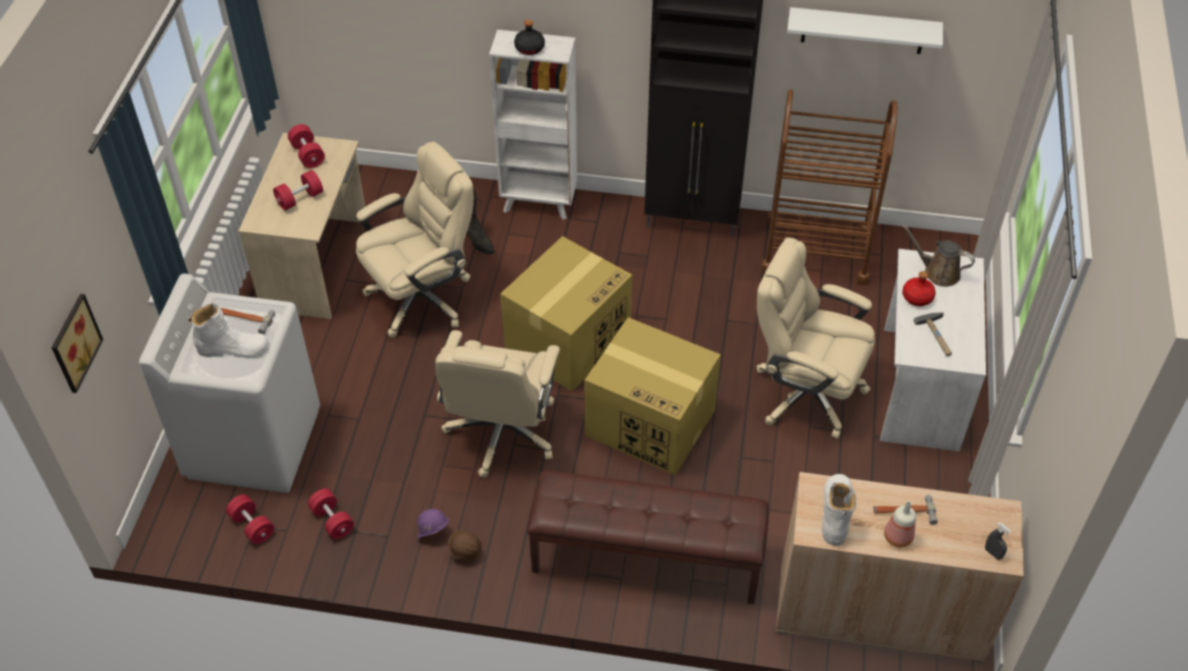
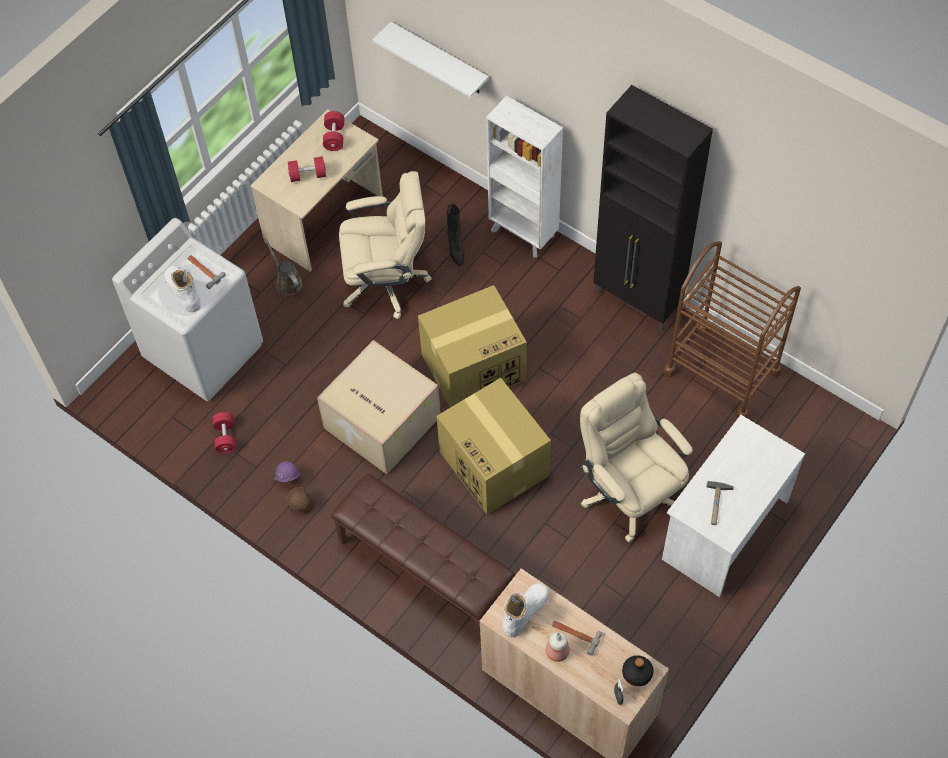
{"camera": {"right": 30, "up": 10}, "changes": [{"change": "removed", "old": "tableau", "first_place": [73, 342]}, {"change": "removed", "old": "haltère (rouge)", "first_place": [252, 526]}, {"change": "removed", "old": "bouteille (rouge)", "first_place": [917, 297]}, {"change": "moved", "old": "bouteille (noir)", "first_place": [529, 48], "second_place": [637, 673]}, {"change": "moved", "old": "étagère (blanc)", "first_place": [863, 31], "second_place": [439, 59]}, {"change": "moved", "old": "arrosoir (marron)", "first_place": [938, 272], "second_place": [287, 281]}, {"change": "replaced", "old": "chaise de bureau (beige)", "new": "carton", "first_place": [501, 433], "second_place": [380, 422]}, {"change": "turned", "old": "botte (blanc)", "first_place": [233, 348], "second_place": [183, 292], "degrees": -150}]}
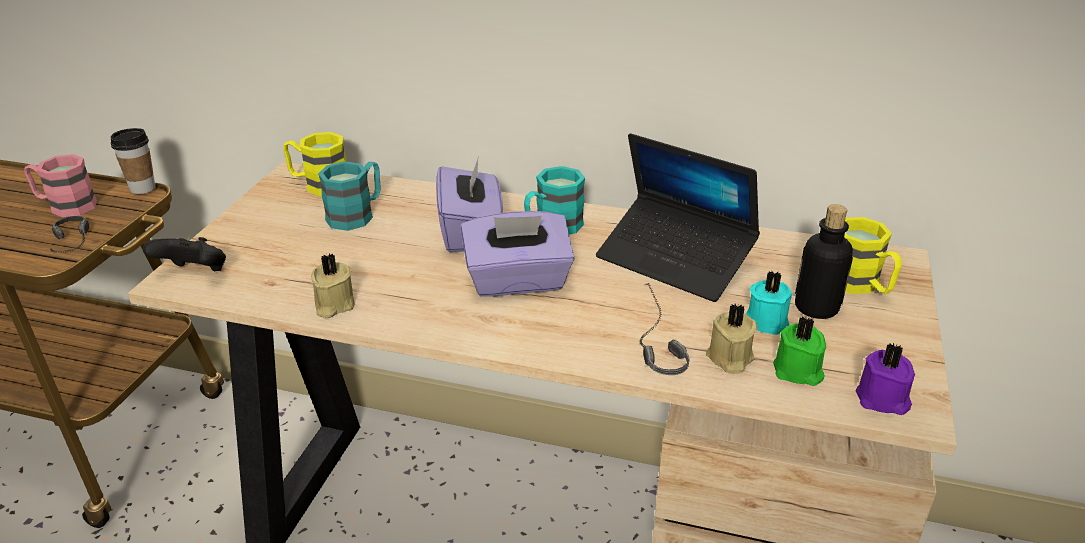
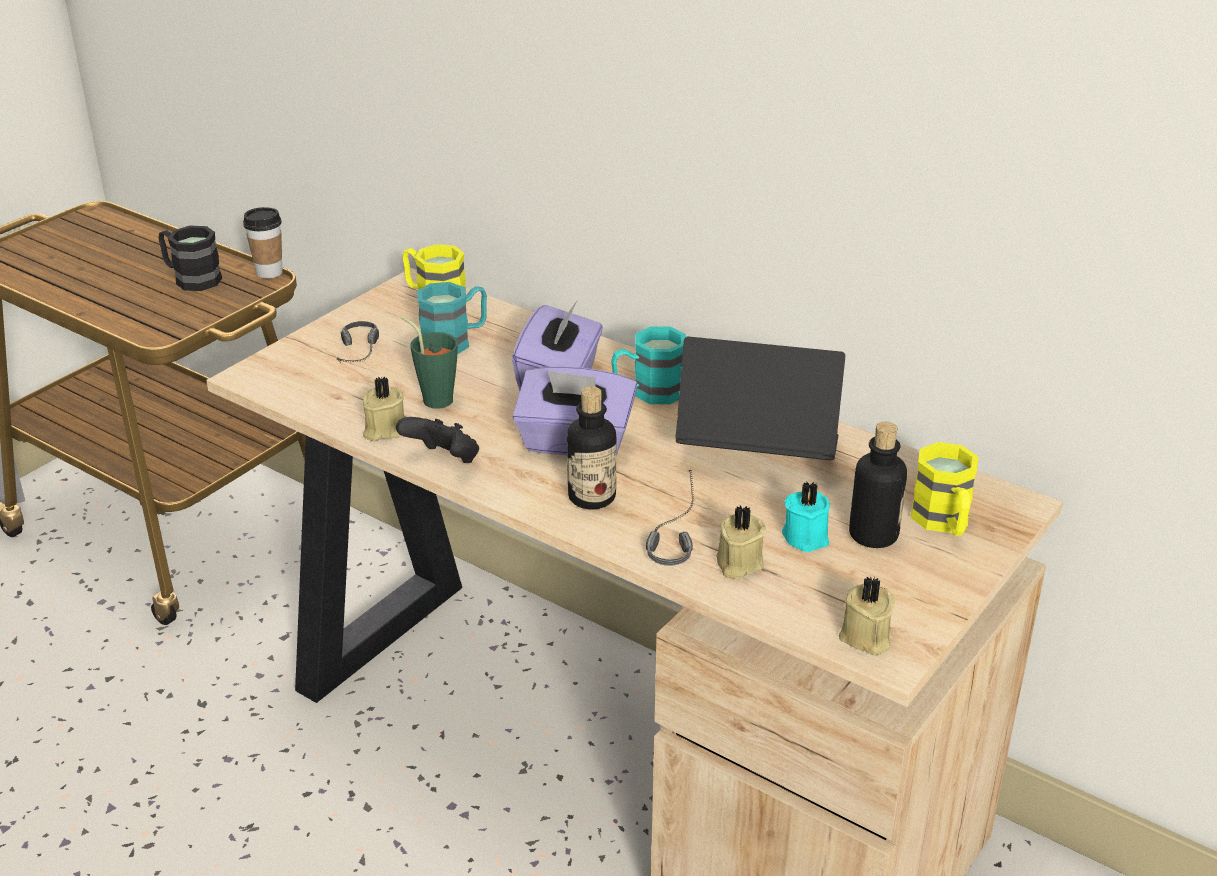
{"camera": {"right": 20, "up": 0}, "changes": [{"change": "removed", "old": "bougie (vert)", "first_place": [798, 372]}, {"change": "added", "new": "tasse (vert)", "second_place": [433, 397]}, {"change": "added", "new": "bouteille", "second_place": [592, 497]}, {"change": "moved", "old": "casque audio", "first_place": [73, 245], "second_place": [359, 356]}, {"change": "moved", "old": "manette (noir)", "first_place": [194, 274], "second_place": [443, 461]}, {"change": "recoloured", "old": "mug (rose)", "new": "mug (noir)", "first_place": [65, 206], "second_place": [191, 278]}, {"change": "recoloured", "old": "bougie (violet)", "new": "bougie (beige)", "first_place": [882, 400], "second_place": [866, 638]}, {"change": "turned", "old": "ordinateur portable", "first_place": [675, 260], "second_place": [757, 454], "degrees": 135}]}
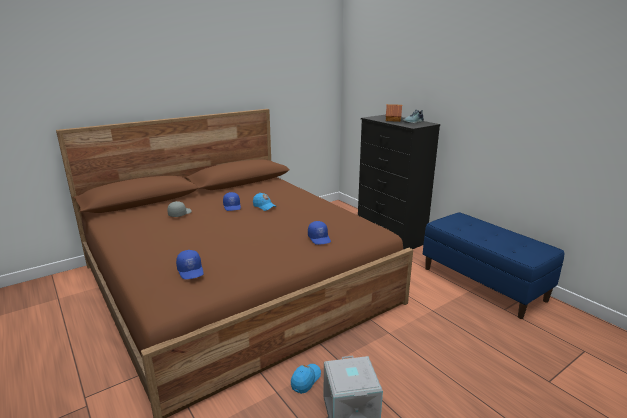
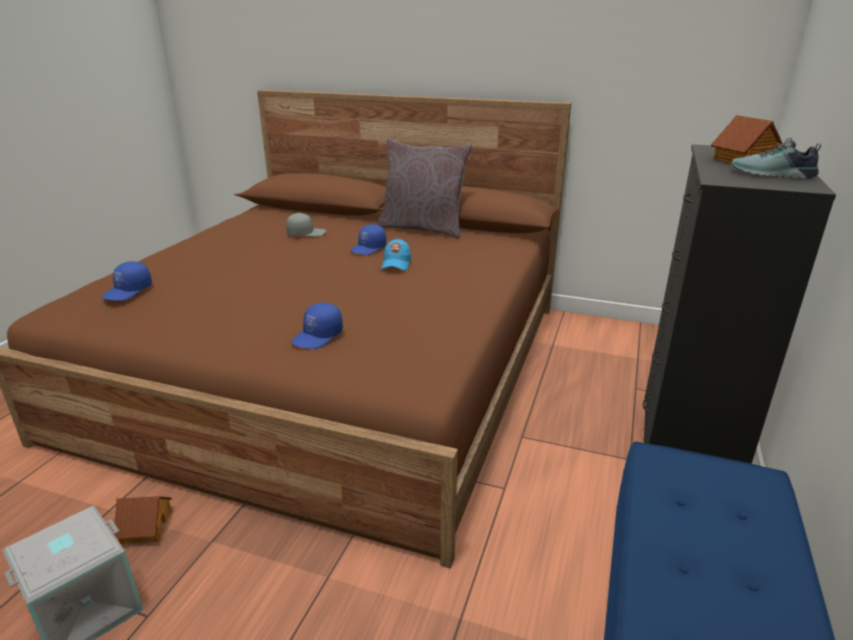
{"camera": {"right": 55, "up": 5}, "changes": [{"change": "added", "new": "coussin (gris)", "second_place": [422, 228]}, {"change": "replaced", "old": "casquette (bleu)", "new": "maison miniature", "first_place": [305, 380], "second_place": [145, 527]}]}
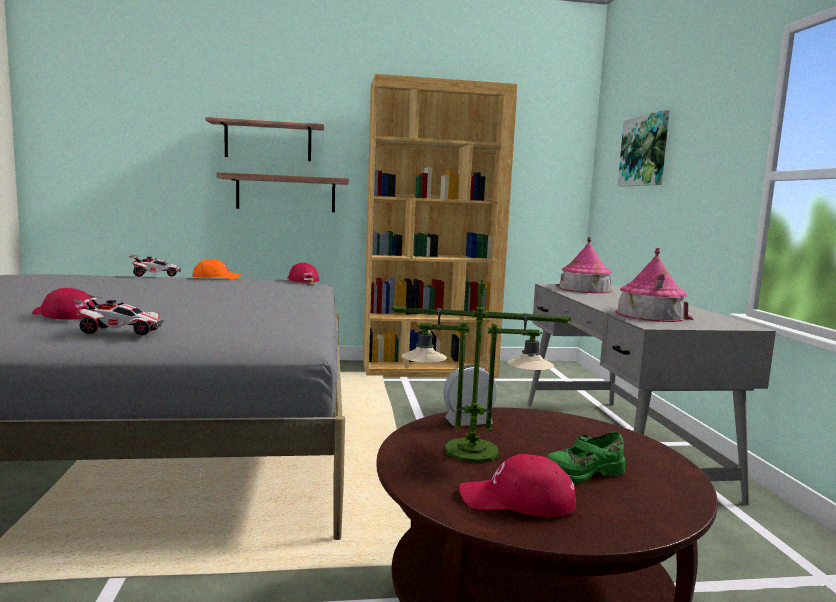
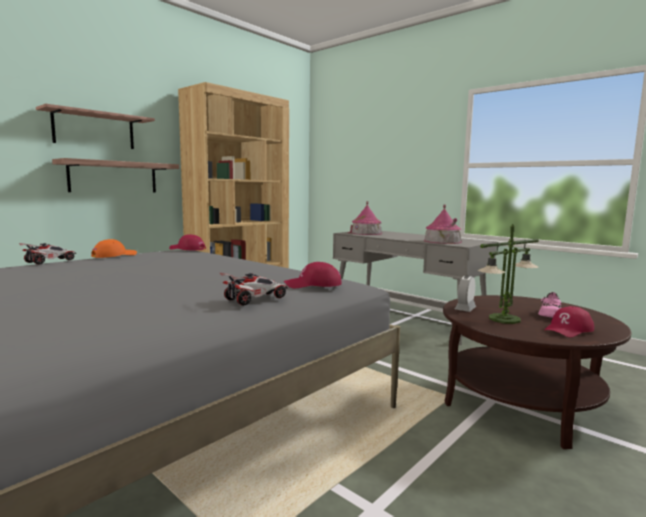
{"camera": {"right": -40, "up": 0}, "changes": [{"change": "removed", "old": "tableau", "first_place": [644, 151]}, {"change": "moved", "old": "casquette (rouge)", "first_place": [63, 315], "second_place": [313, 284]}, {"change": "recoloured", "old": "chaussure (vert)", "new": "chaussure (rose)", "first_place": [582, 472], "second_place": [550, 314]}]}
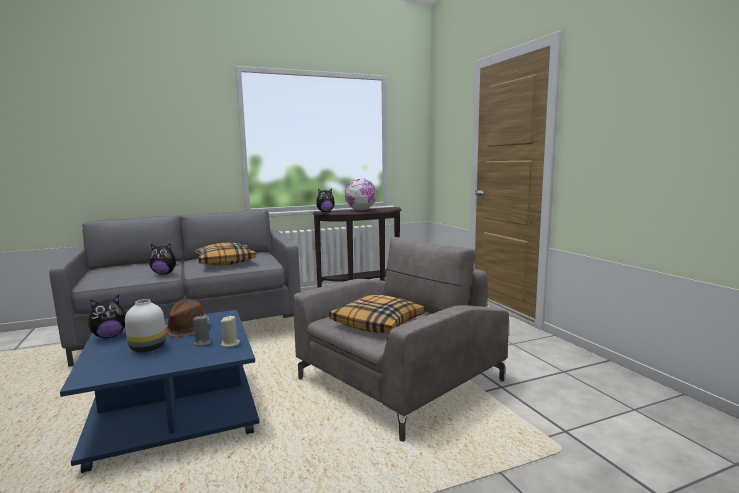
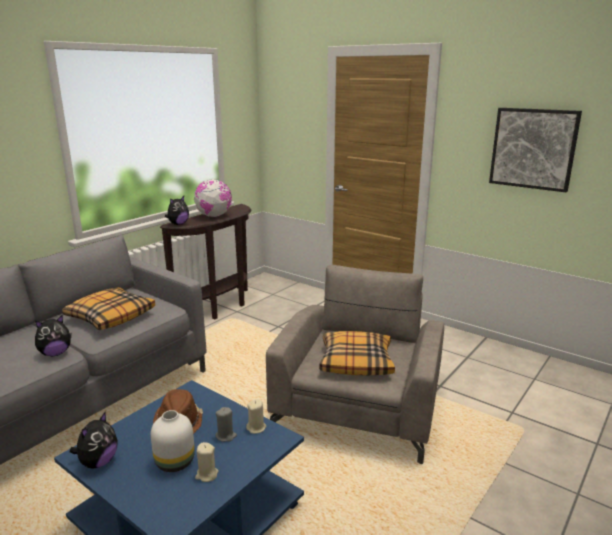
{"camera": {"right": -30, "up": 10}, "changes": [{"change": "added", "new": "bougie (beige)", "second_place": [206, 475]}, {"change": "added", "new": "tableau", "second_place": [533, 148]}]}
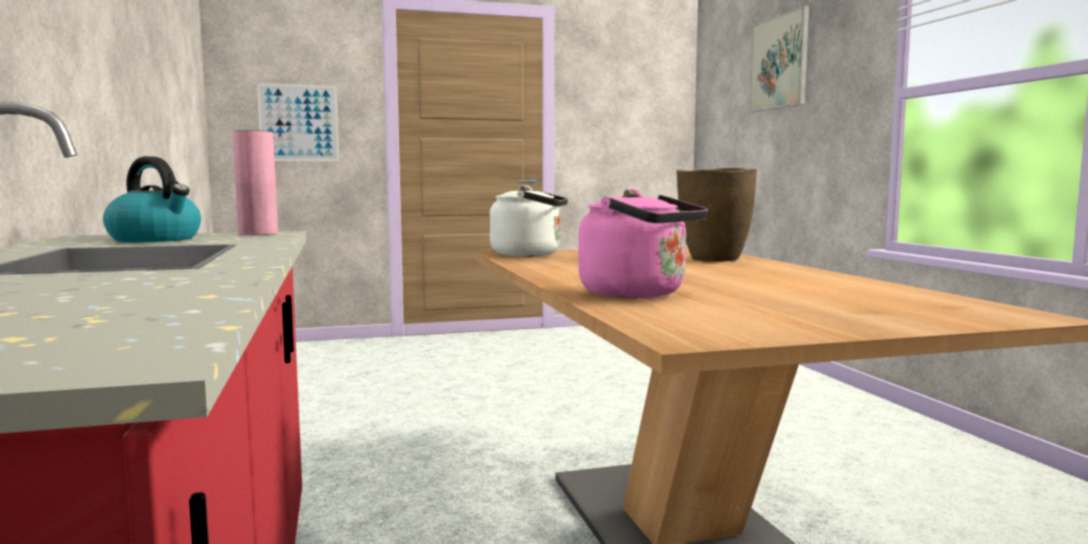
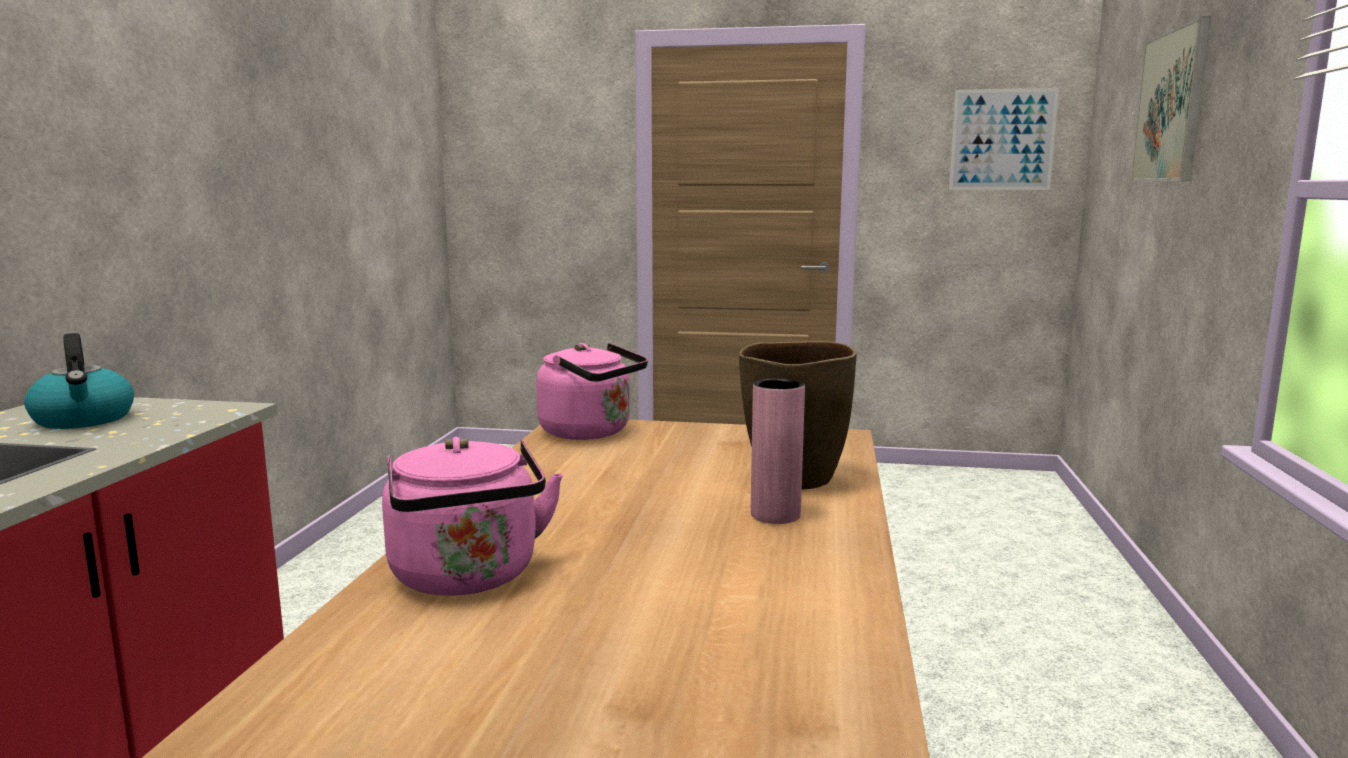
{"camera": {"right": 25, "up": 5}, "changes": [{"change": "moved", "old": "vase (rose)", "first_place": [258, 233], "second_place": [775, 515]}, {"change": "moved", "old": "tableau", "first_place": [299, 123], "second_place": [1002, 140]}, {"change": "recoloured", "old": "bouilloire (blanc)", "new": "bouilloire (rose)", "first_place": [530, 254], "second_place": [591, 432]}]}
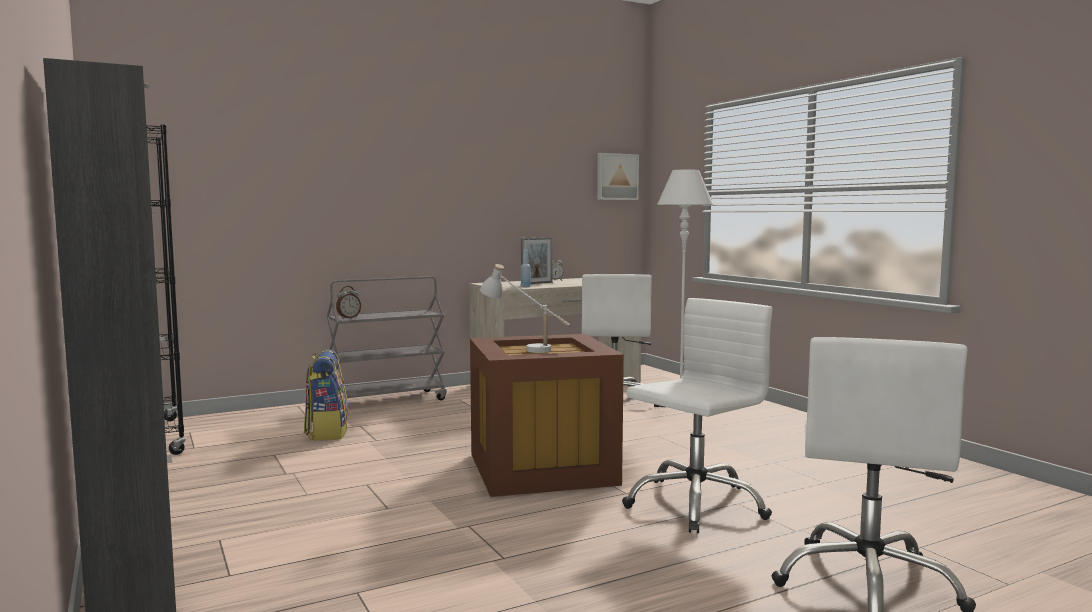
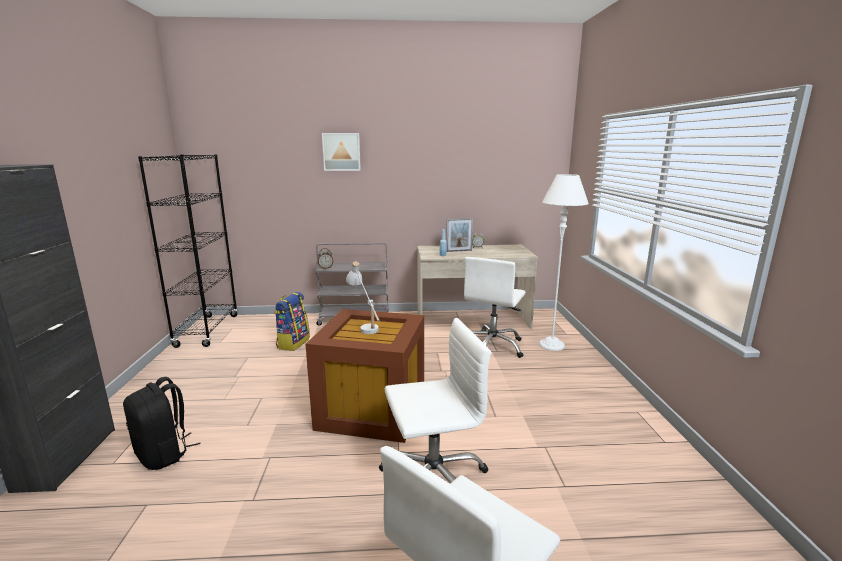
{"camera": {"right": 25, "up": 10}, "changes": [{"change": "added", "new": "sac à dos (noir)", "second_place": [164, 454]}, {"change": "moved", "old": "tableau", "first_place": [616, 177], "second_place": [341, 152]}]}
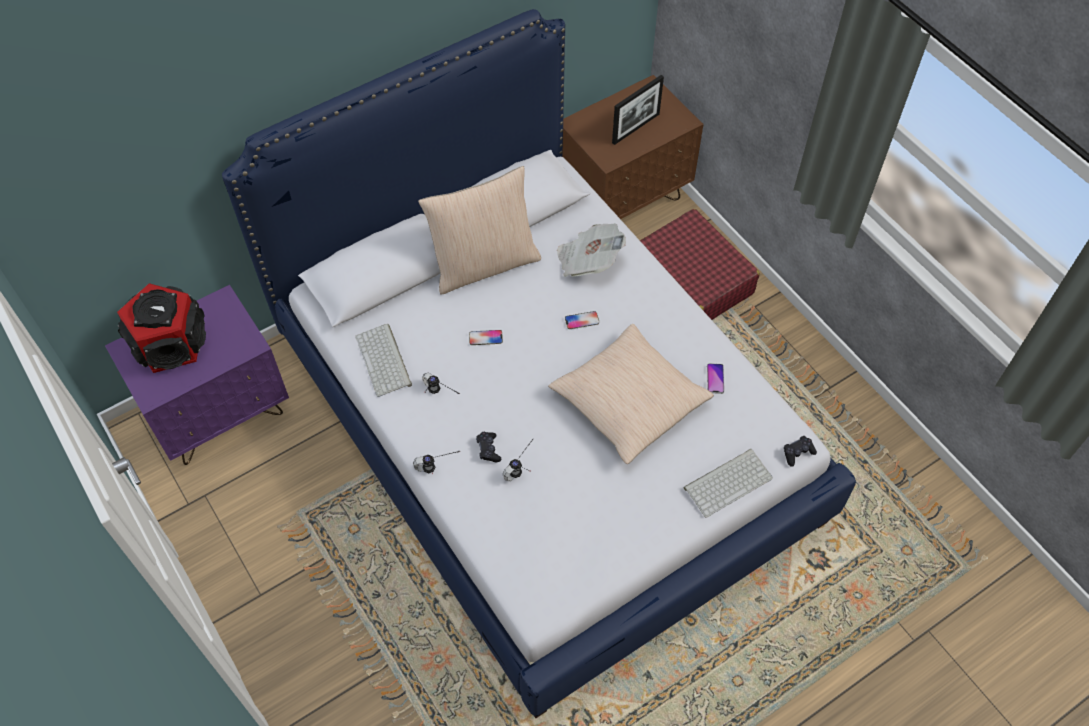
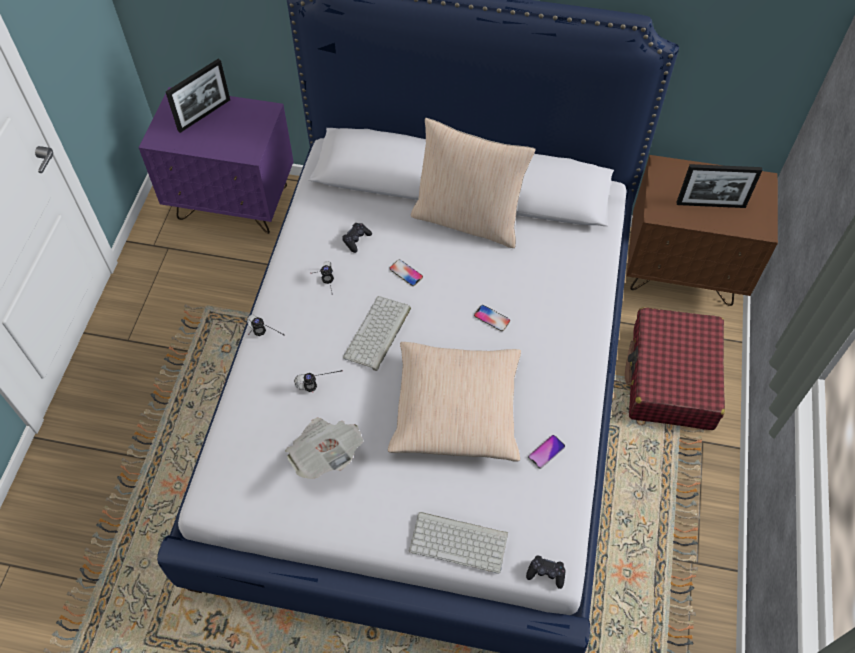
{"camera": {"right": 45, "up": 0}, "changes": [{"change": "moved", "old": "clavier", "first_place": [385, 361], "second_place": [378, 334]}, {"change": "moved", "old": "manette (noir)", "first_place": [488, 449], "second_place": [356, 240]}, {"change": "moved", "old": "journal", "first_place": [588, 261], "second_place": [325, 454]}, {"change": "replaced", "old": "enceinte", "new": "cadre photo", "first_place": [170, 344], "second_place": [204, 115]}]}
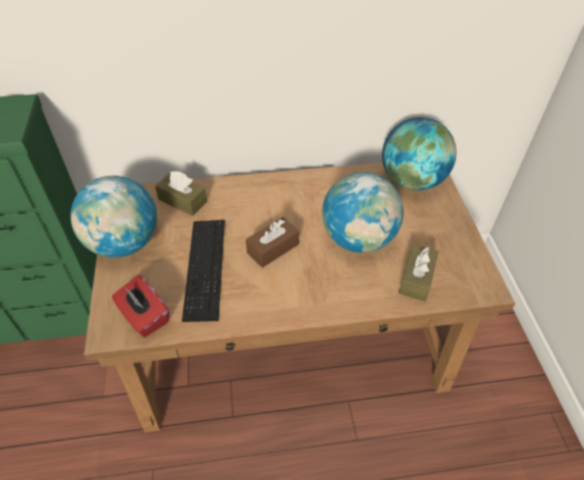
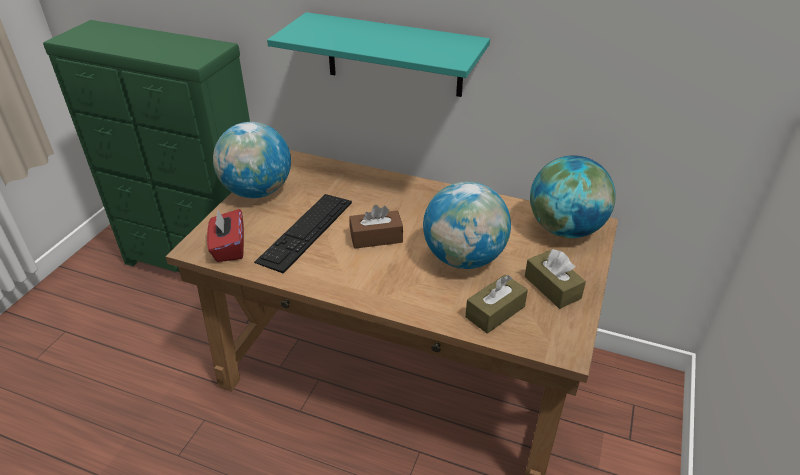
{"camera": {"right": 30, "up": -10}, "changes": [{"change": "added", "new": "étagère (turquoise)", "second_place": [394, 55]}, {"change": "moved", "old": "boîte à mouchoirs (marron)", "first_place": [182, 200], "second_place": [552, 287]}]}
